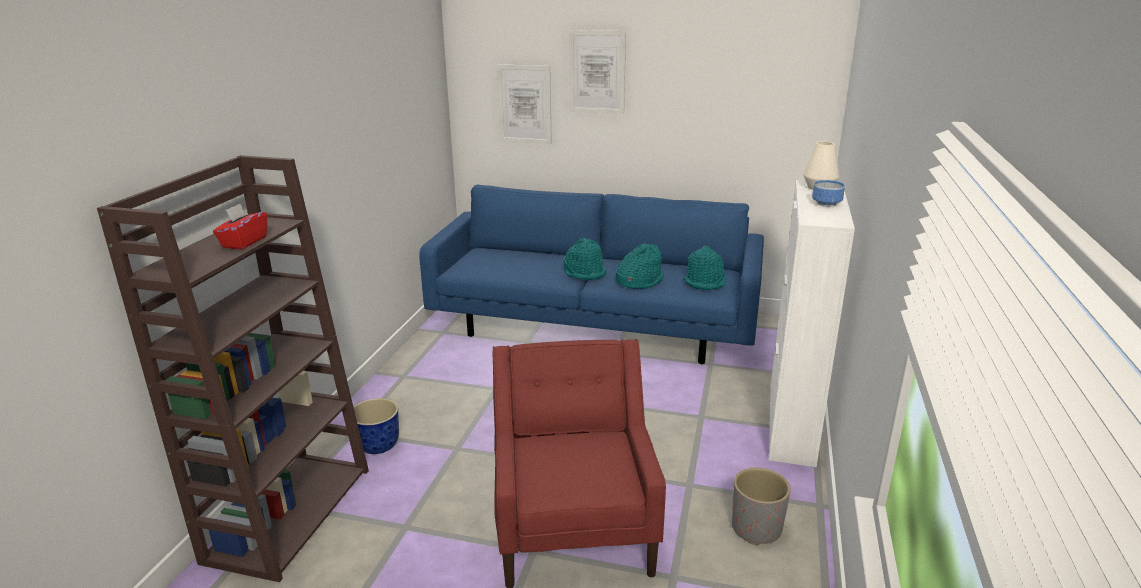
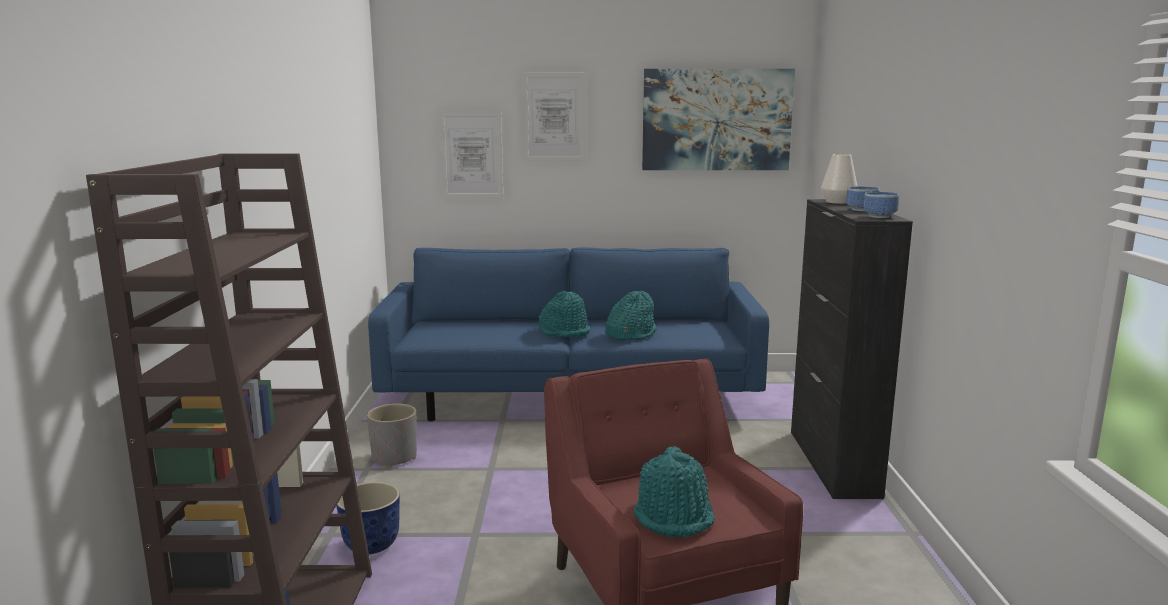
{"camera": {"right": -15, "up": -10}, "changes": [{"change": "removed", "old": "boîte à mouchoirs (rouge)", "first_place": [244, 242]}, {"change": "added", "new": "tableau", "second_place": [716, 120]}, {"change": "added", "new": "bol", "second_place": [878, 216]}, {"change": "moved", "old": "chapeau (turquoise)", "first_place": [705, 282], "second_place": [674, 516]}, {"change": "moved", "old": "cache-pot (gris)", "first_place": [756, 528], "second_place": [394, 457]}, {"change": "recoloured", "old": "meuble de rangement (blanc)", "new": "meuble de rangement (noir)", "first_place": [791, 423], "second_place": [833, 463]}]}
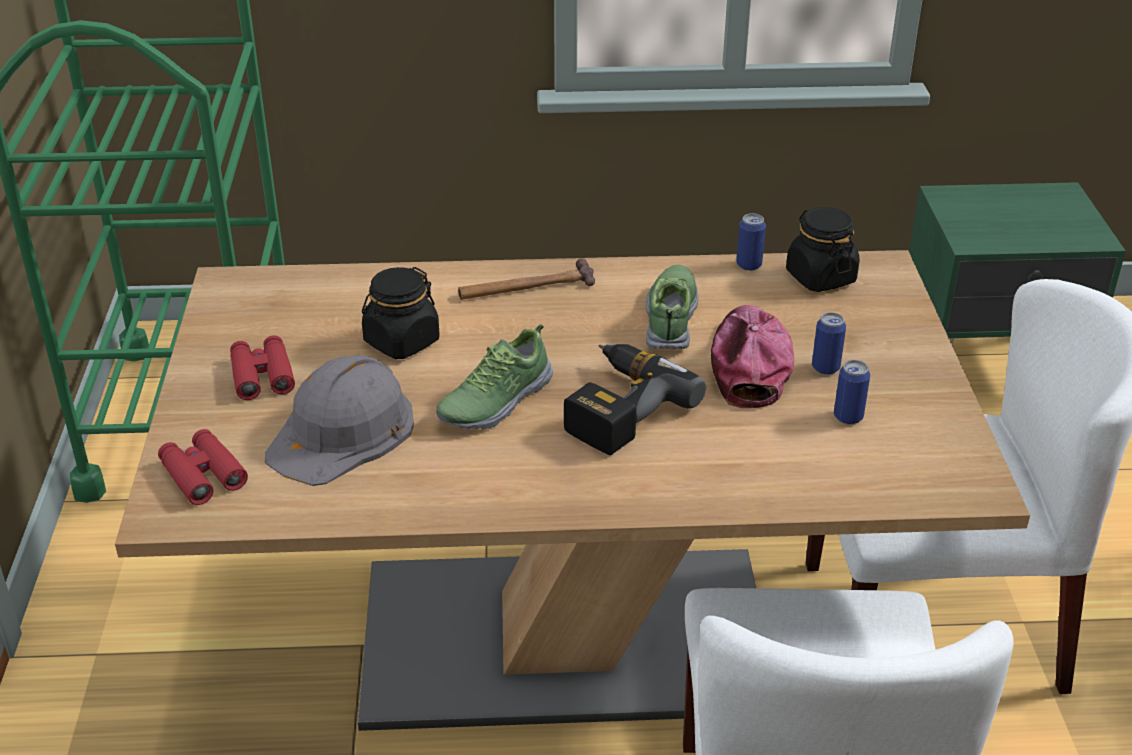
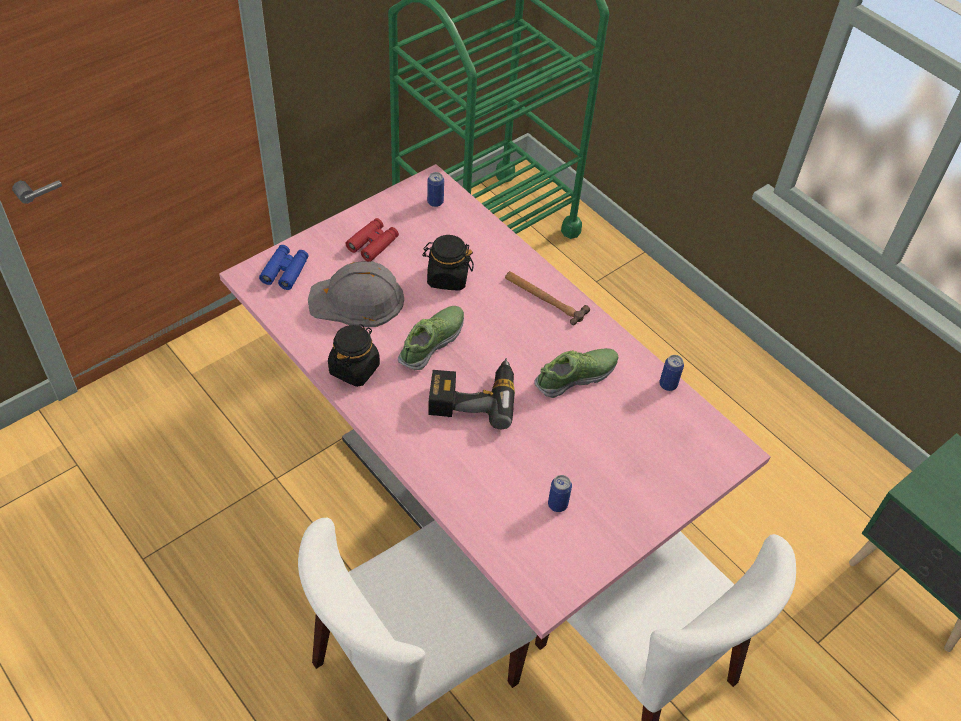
{"camera": {"right": 50, "up": 15}, "changes": [{"change": "removed", "old": "casquette", "first_place": [748, 364]}, {"change": "moved", "old": "bocal (noir)", "first_place": [820, 277], "second_place": [354, 368]}, {"change": "moved", "old": "boîte métallique", "first_place": [825, 368], "second_place": [435, 202]}, {"change": "recoloured", "old": "table à manger (marron)", "new": "table à manger (rose)", "first_place": [565, 638], "second_place": [471, 488]}, {"change": "recoloured", "old": "jumelles (rouge)", "new": "jumelles (bleu)", "first_place": [203, 475], "second_place": [285, 271]}, {"change": "turned", "old": "chaussure", "first_place": [494, 401], "second_place": [432, 343], "degrees": 120}]}
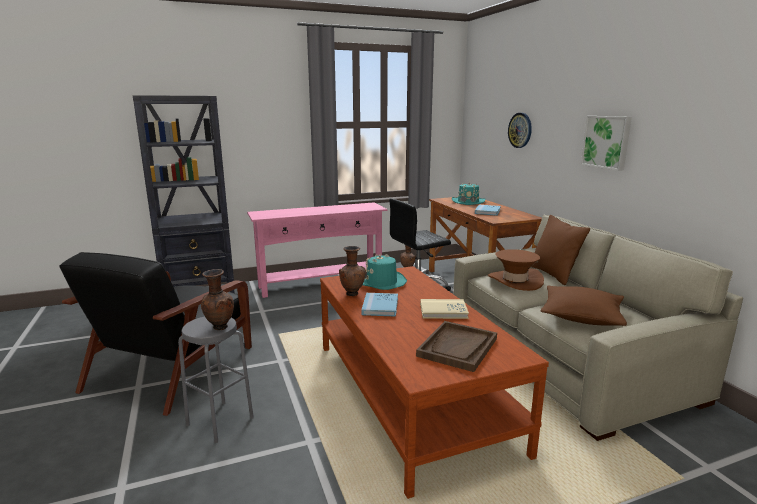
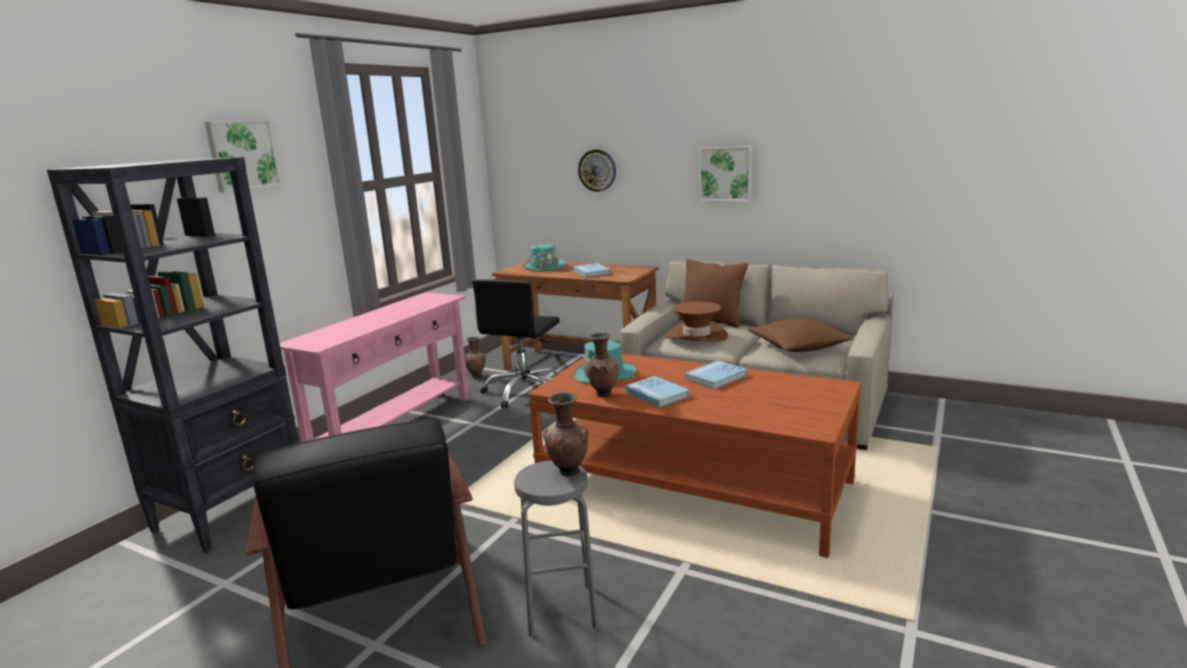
{"camera": {"right": -40, "up": 0}, "changes": [{"change": "removed", "old": "plateau (marron)", "first_place": [457, 347]}, {"change": "added", "new": "tableau", "second_place": [242, 155]}, {"change": "recoloured", "old": "livre (beige)", "new": "livre (bleu)", "first_place": [443, 311], "second_place": [716, 377]}]}
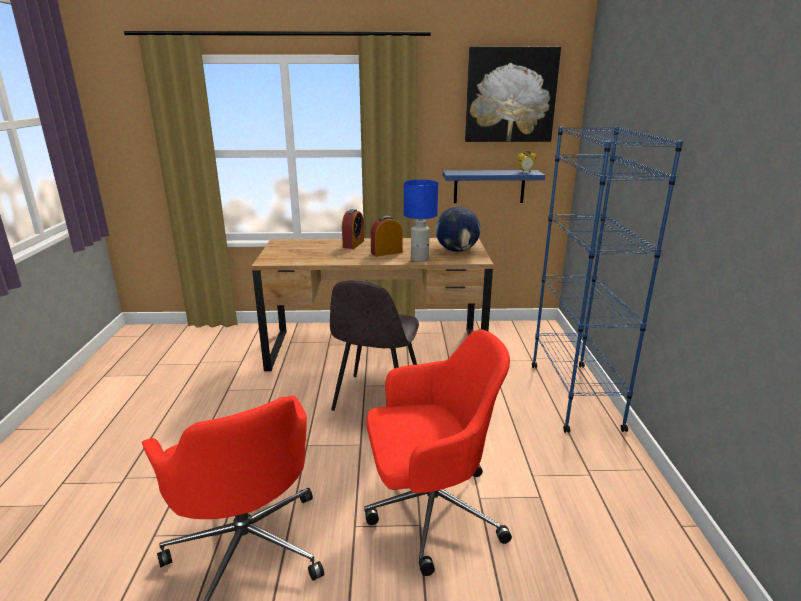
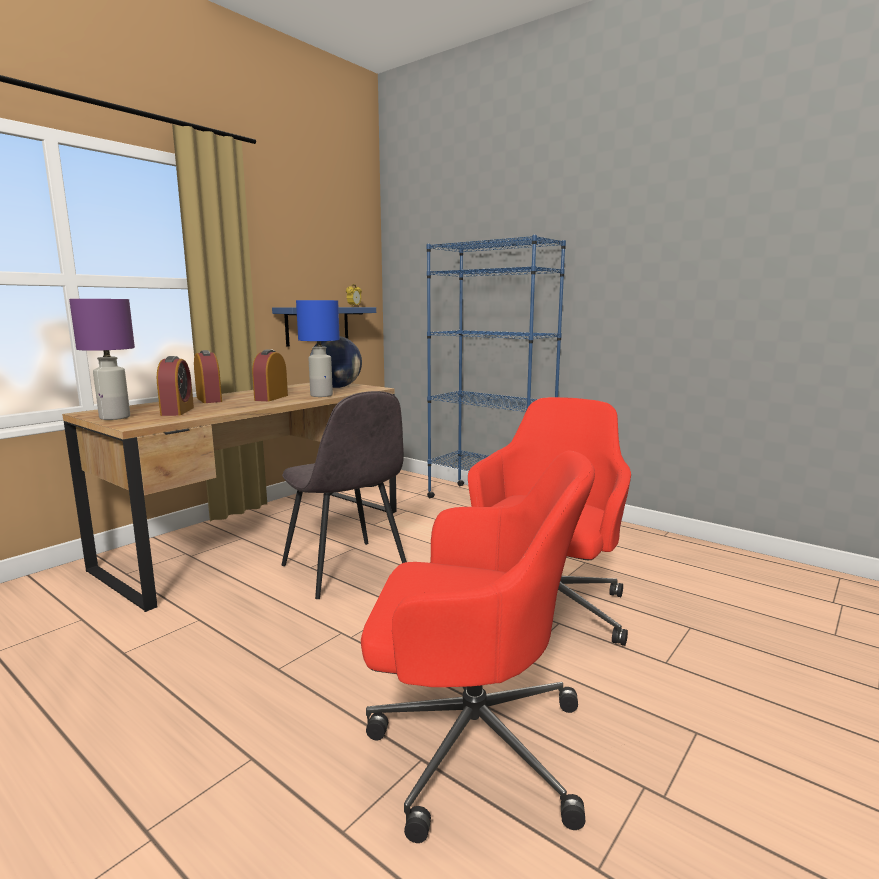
{"camera": {"right": -50, "up": -10}, "changes": [{"change": "removed", "old": "tableau", "first_place": [510, 95]}, {"change": "added", "new": "lampe de table (violet)", "second_place": [115, 418]}, {"change": "added", "new": "réveil", "second_place": [177, 411]}]}
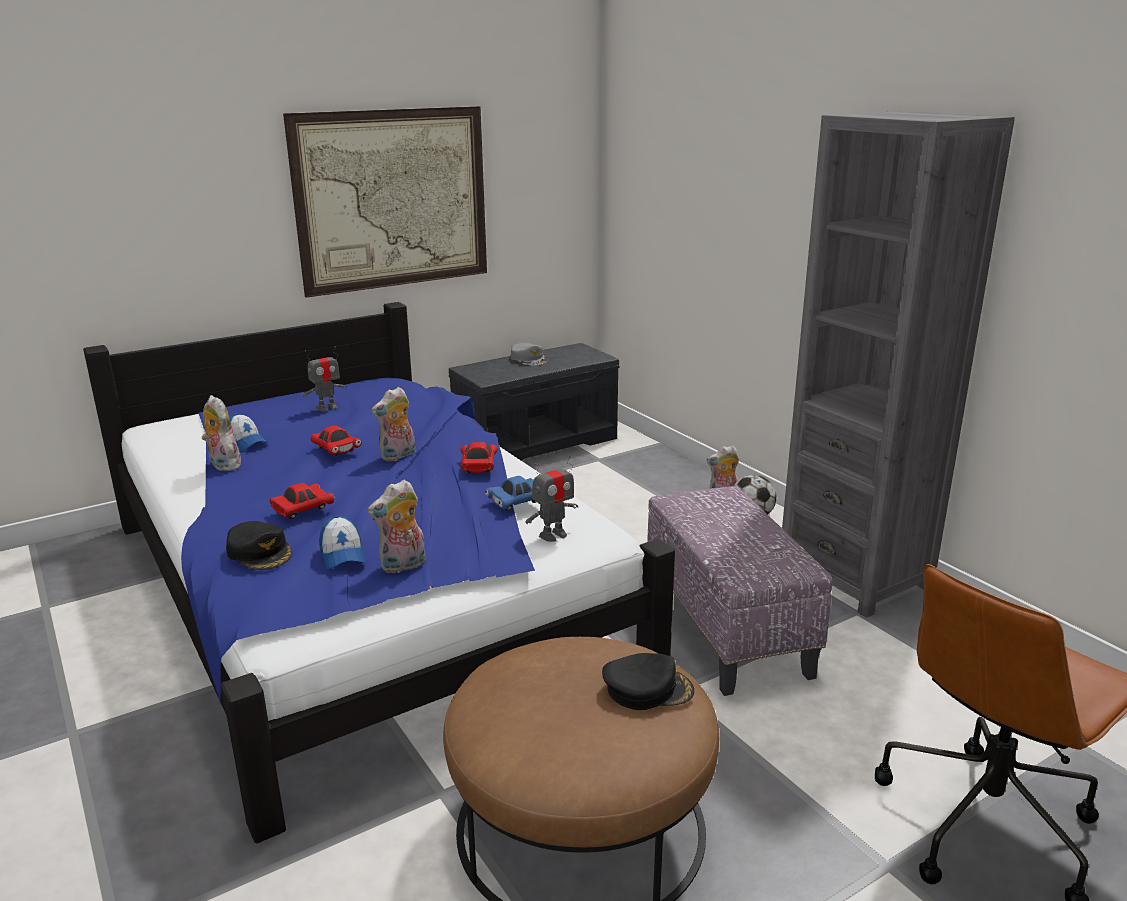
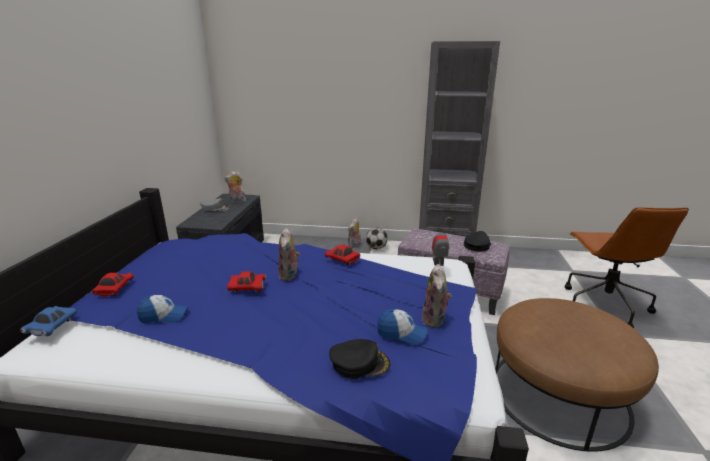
{"camera": {"right": -50, "up": 0}, "changes": [{"change": "removed", "old": "tableau", "first_place": [393, 199]}, {"change": "removed", "old": "robot jouet", "first_place": [327, 408]}, {"change": "moved", "old": "peluche", "first_place": [223, 465], "second_place": [237, 201]}, {"change": "moved", "old": "petite voiture (rouge)", "first_place": [303, 510], "second_place": [114, 289]}, {"change": "moved", "old": "petite voiture (bleu)", "first_place": [516, 502], "second_place": [52, 327]}, {"change": "moved", "old": "casquette (noir)", "first_place": [647, 689], "second_place": [477, 245]}]}
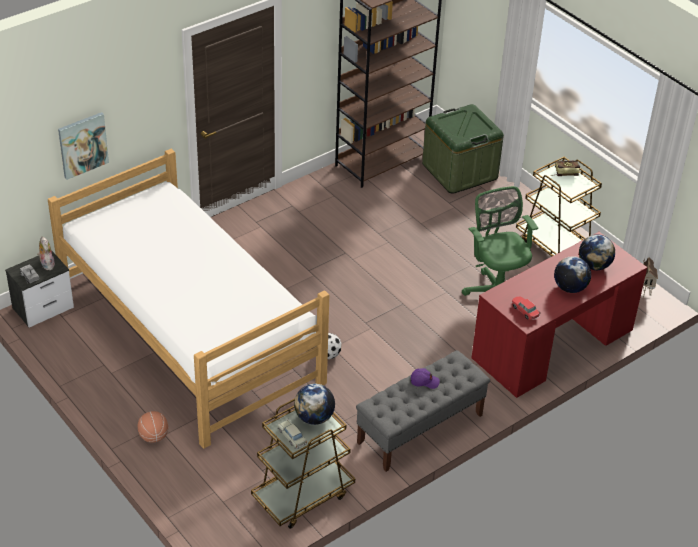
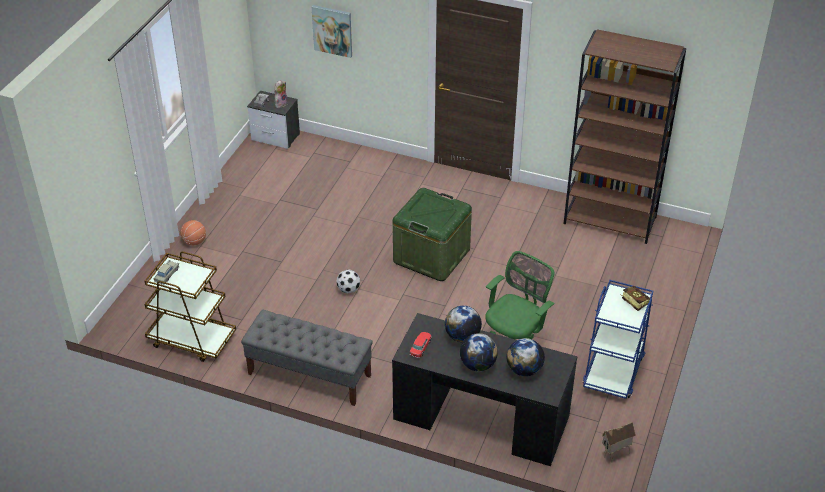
{"camera": {"right": 60, "up": 0}, "changes": [{"change": "removed", "old": "lit", "first_place": [189, 333]}, {"change": "removed", "old": "casquette (violet)", "first_place": [424, 381]}, {"change": "moved", "old": "globe", "first_place": [314, 417], "second_place": [462, 336]}, {"change": "moved", "old": "boîte de rangement (vert)", "first_place": [459, 171], "second_place": [431, 255]}, {"change": "recoloured", "old": "bureau (rouge)", "new": "bureau (noir)", "first_place": [552, 343], "second_place": [481, 416]}, {"change": "recoloured", "old": "chariot (marron)", "new": "chariot (bleu)", "first_place": [555, 246], "second_place": [613, 370]}]}
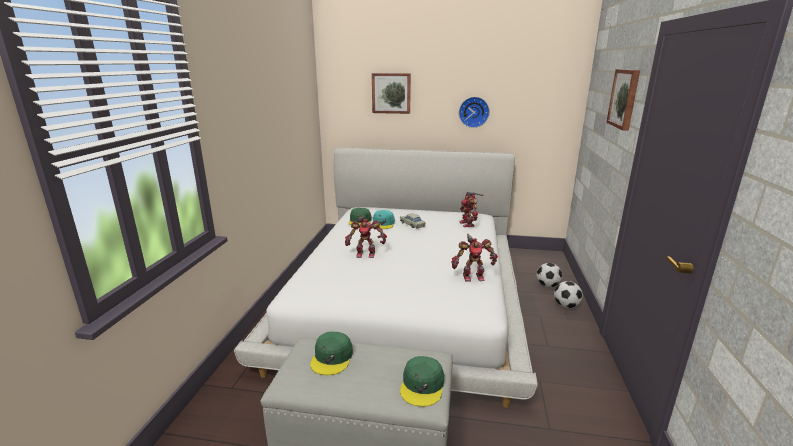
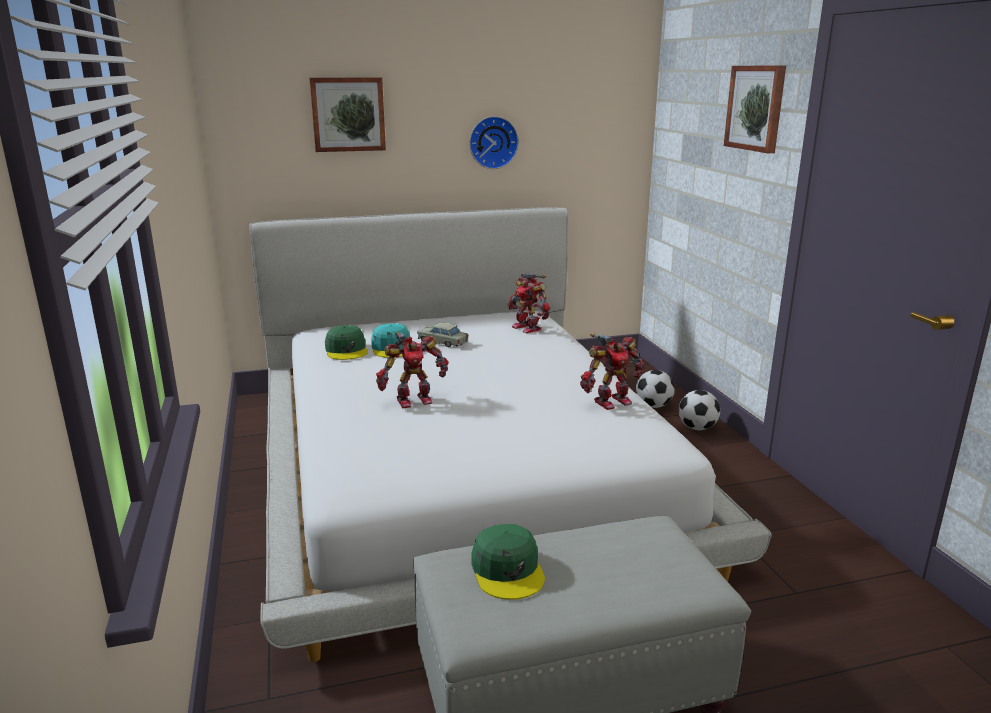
{"camera": {"right": -25, "up": 0}, "changes": [{"change": "removed", "old": "casquette (vert)", "first_place": [422, 385]}]}
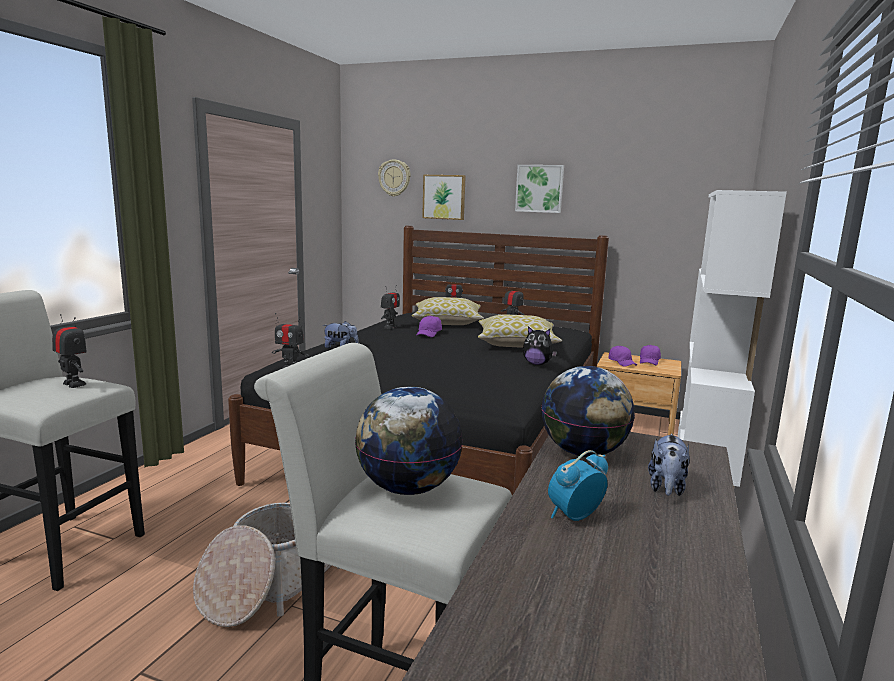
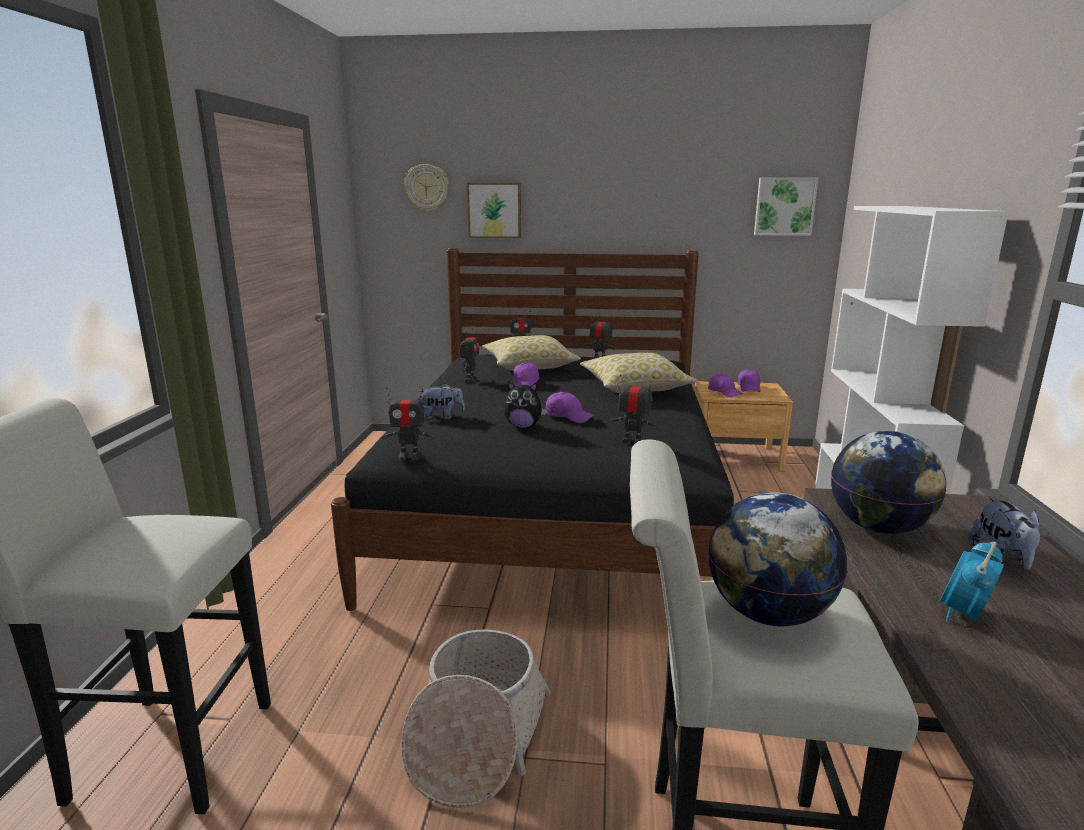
{"camera": {"right": -15, "up": 5}, "changes": [{"change": "added", "new": "casquette (violet)", "second_place": [568, 417]}, {"change": "moved", "old": "robot jouet", "first_place": [74, 384], "second_place": [633, 442]}, {"change": "moved", "old": "tableau", "first_place": [539, 188], "second_place": [784, 206]}, {"change": "moved", "old": "peluche", "first_place": [537, 364], "second_place": [523, 426]}]}
